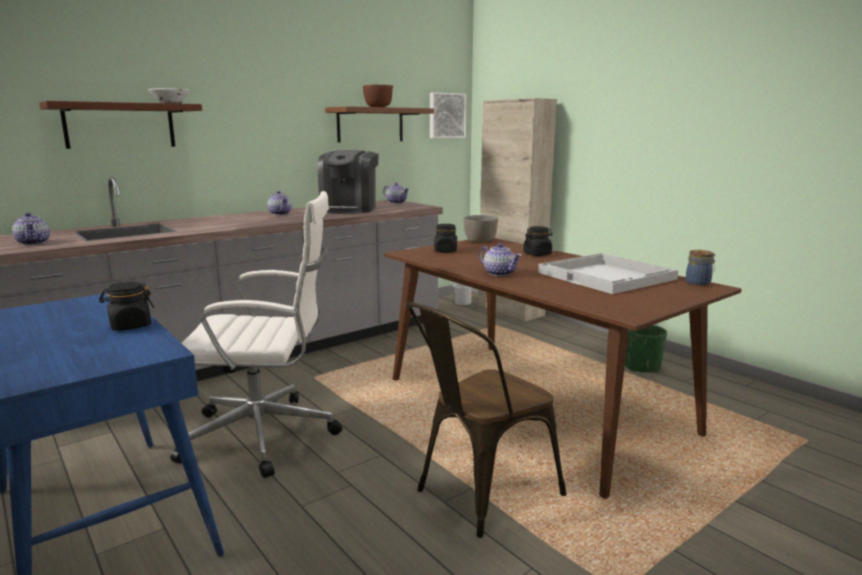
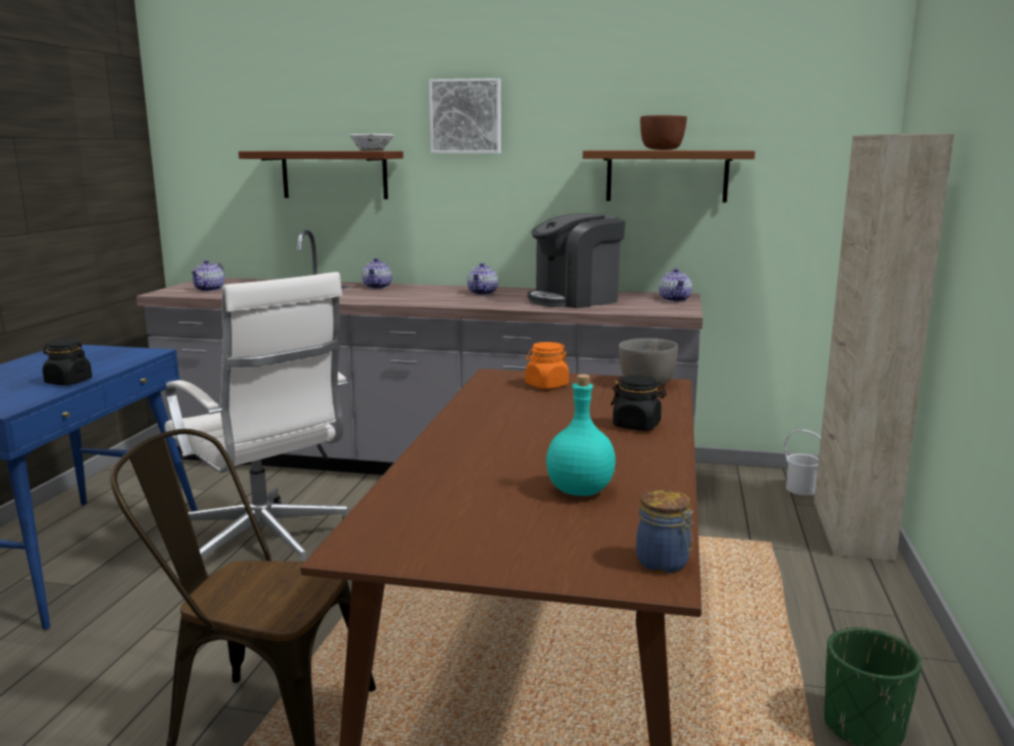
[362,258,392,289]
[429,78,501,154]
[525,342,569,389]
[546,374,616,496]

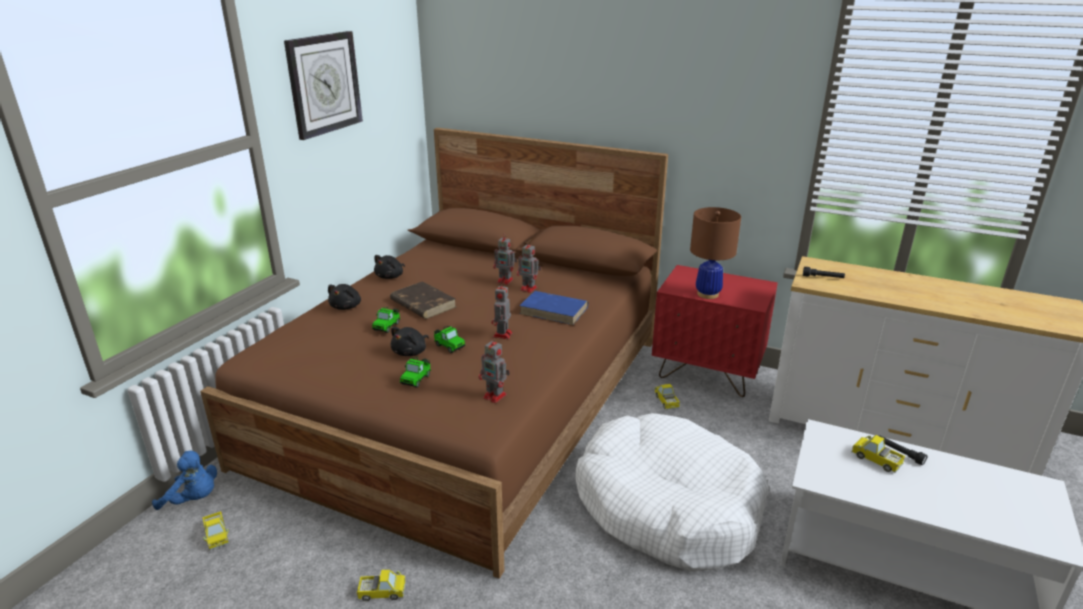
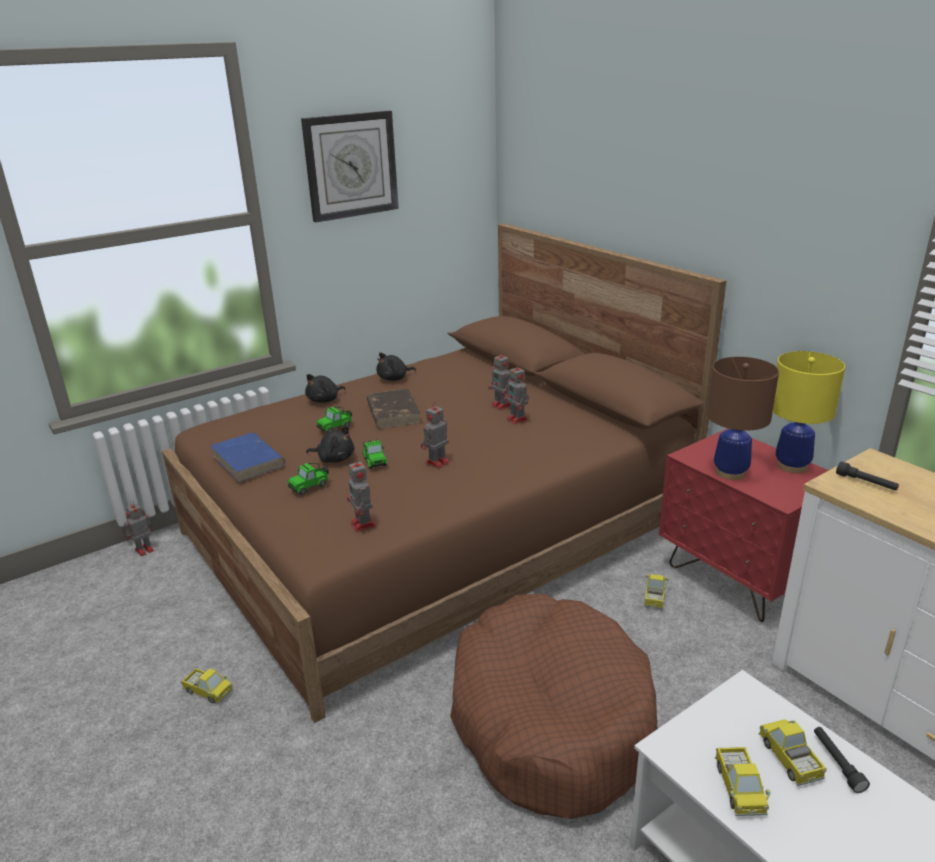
[124,500,154,556]
[210,433,285,482]
[306,426,355,463]
[450,594,657,819]
[715,747,770,816]
[773,351,845,473]

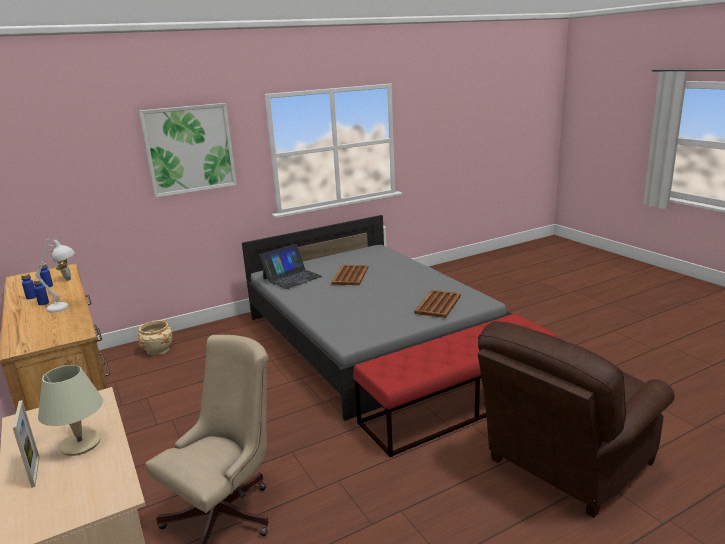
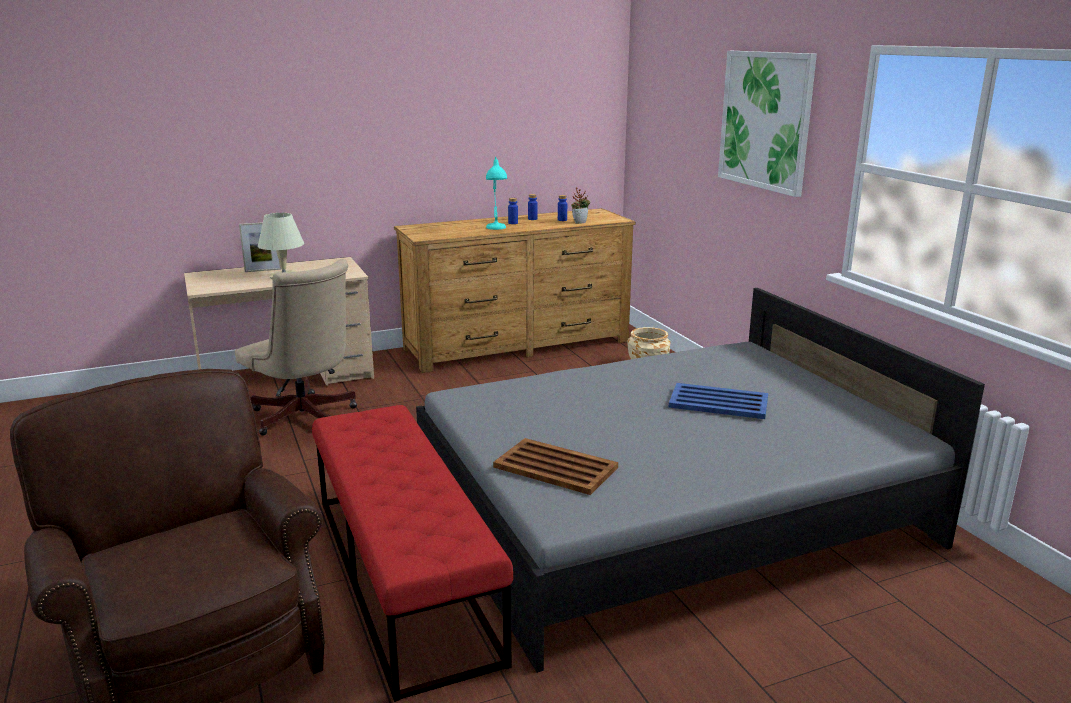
[486,157,507,230]
[669,383,768,419]
[259,244,322,289] (first image)

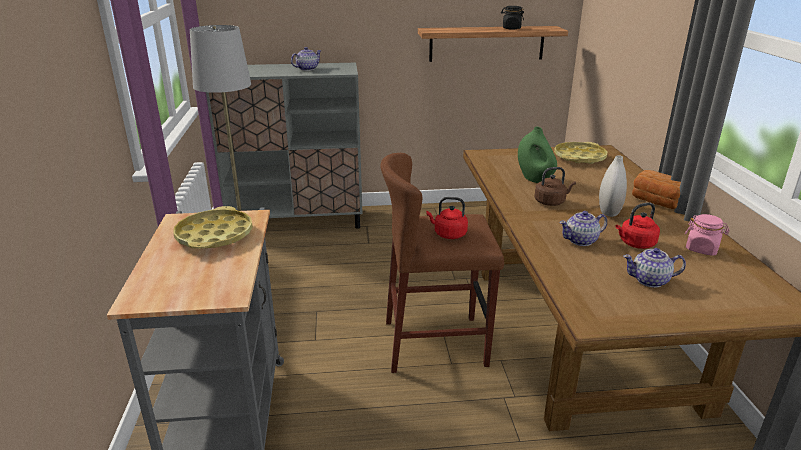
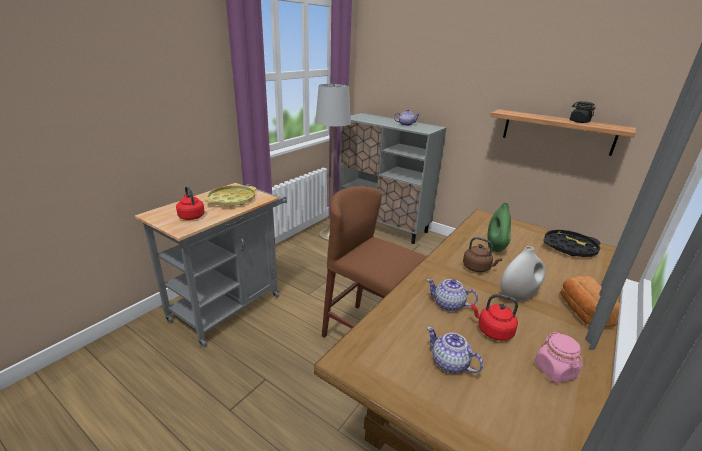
[176,186,205,220]
[543,230,600,257]

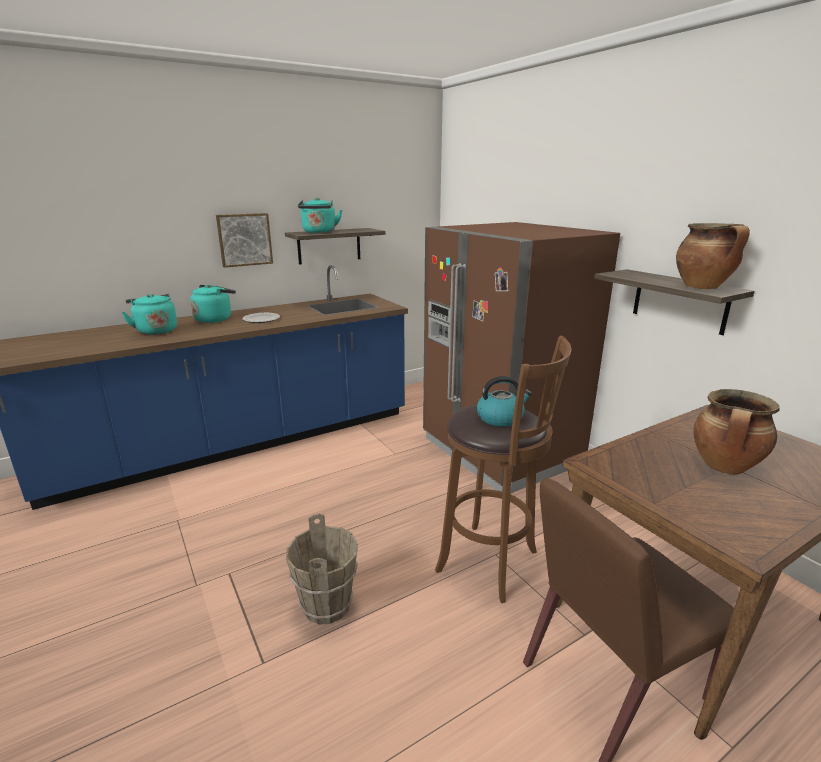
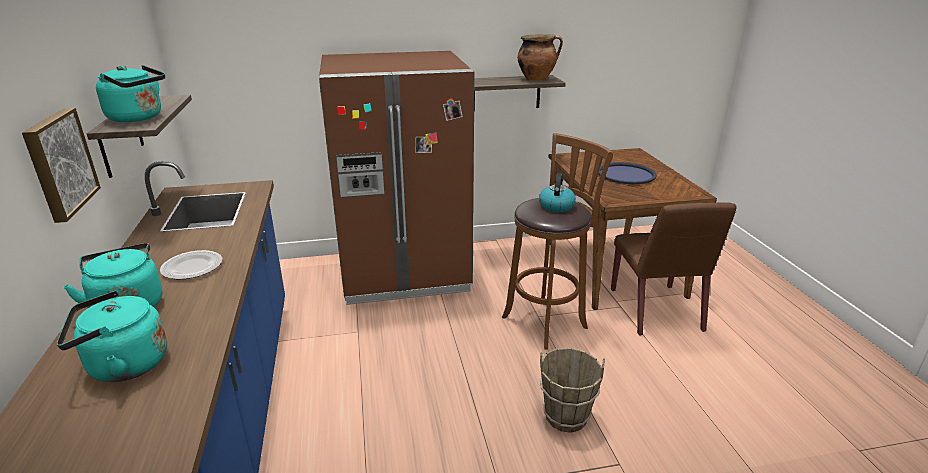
[598,162,657,184]

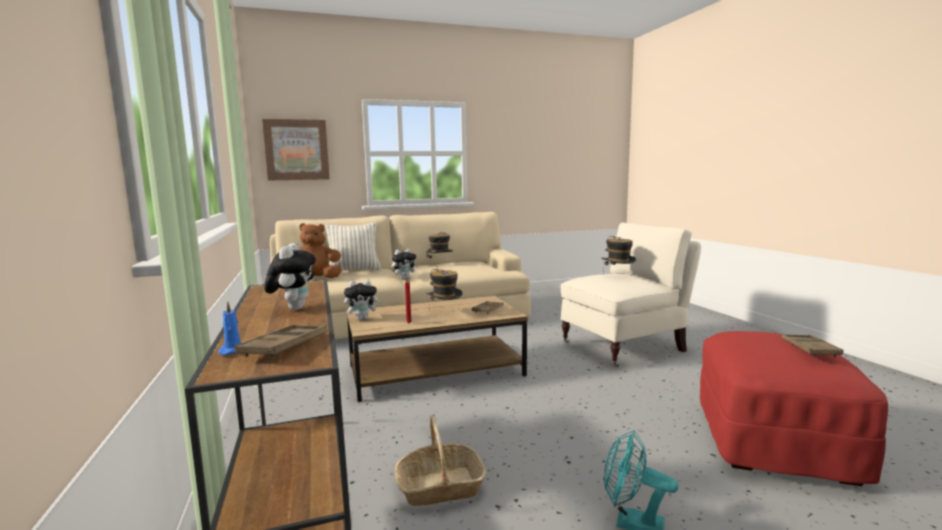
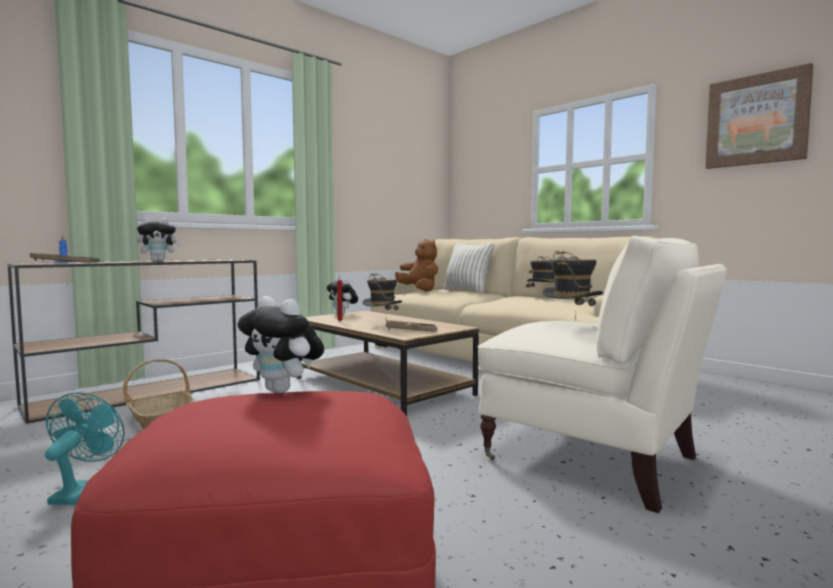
[238,296,324,393]
[705,63,813,169]
[782,334,843,357] (first image)

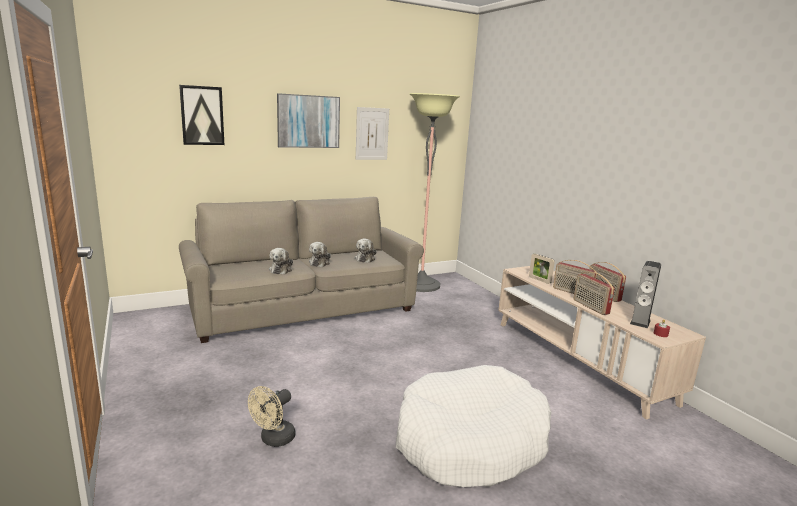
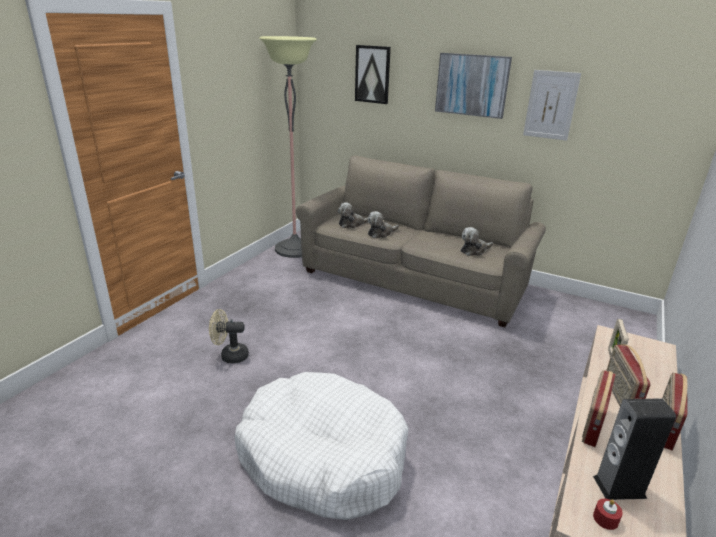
[259,36,317,258]
[338,202,368,228]

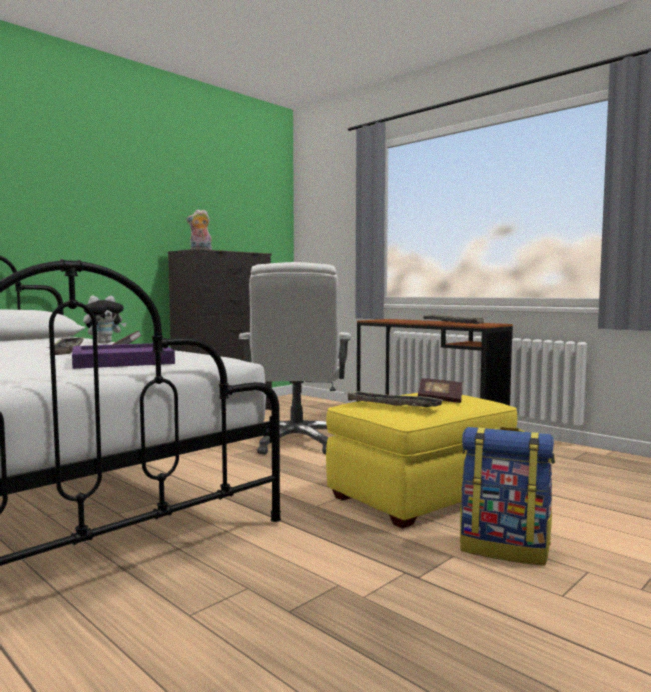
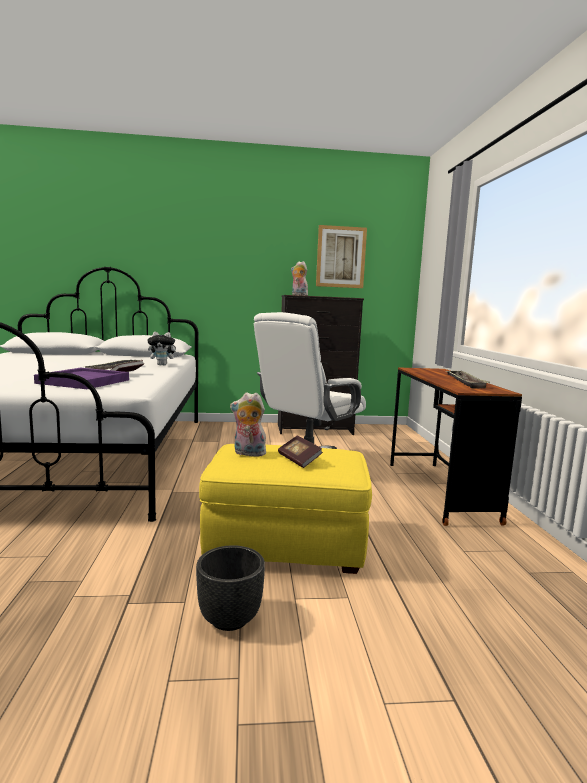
[196,545,265,631]
[230,392,269,457]
[316,225,367,288]

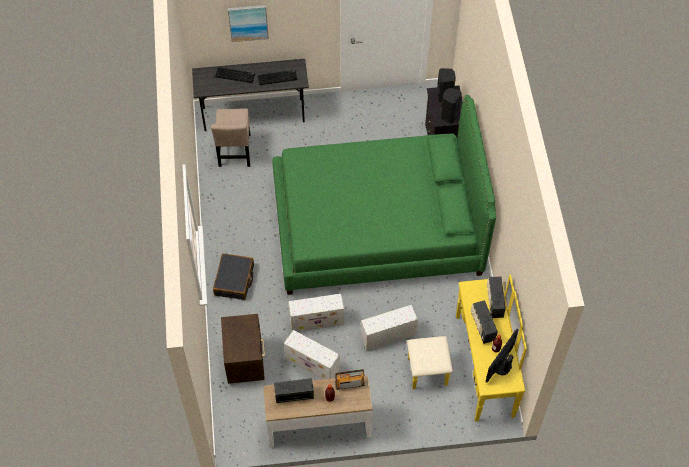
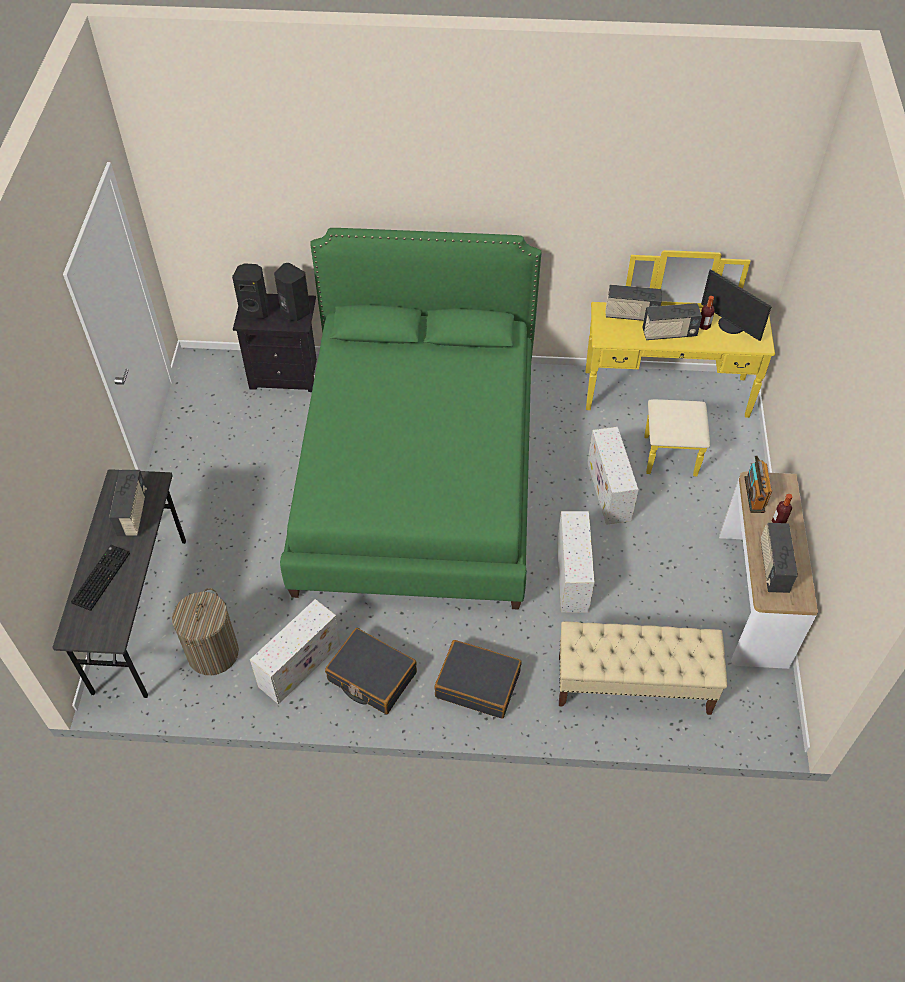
[109,470,147,536]
[172,588,239,675]
[250,599,341,704]
[325,628,417,714]
[559,621,727,715]
[228,5,269,42] (first image)

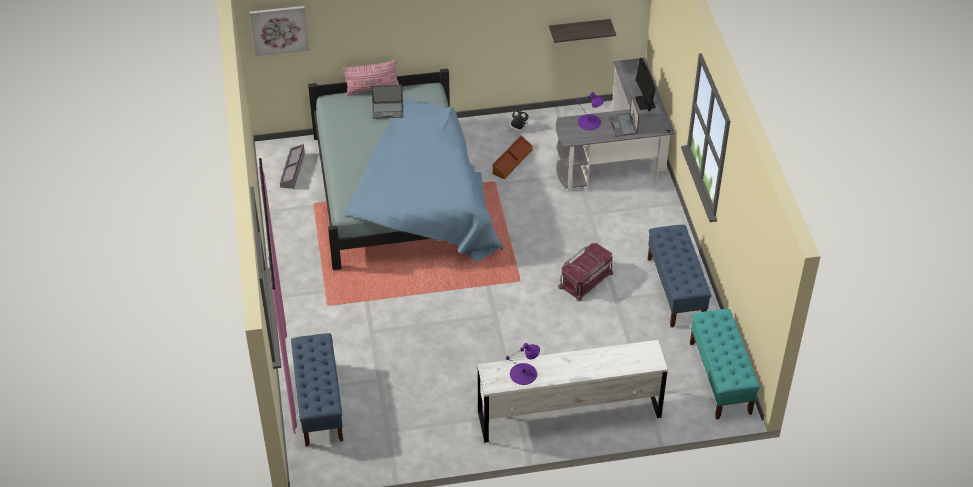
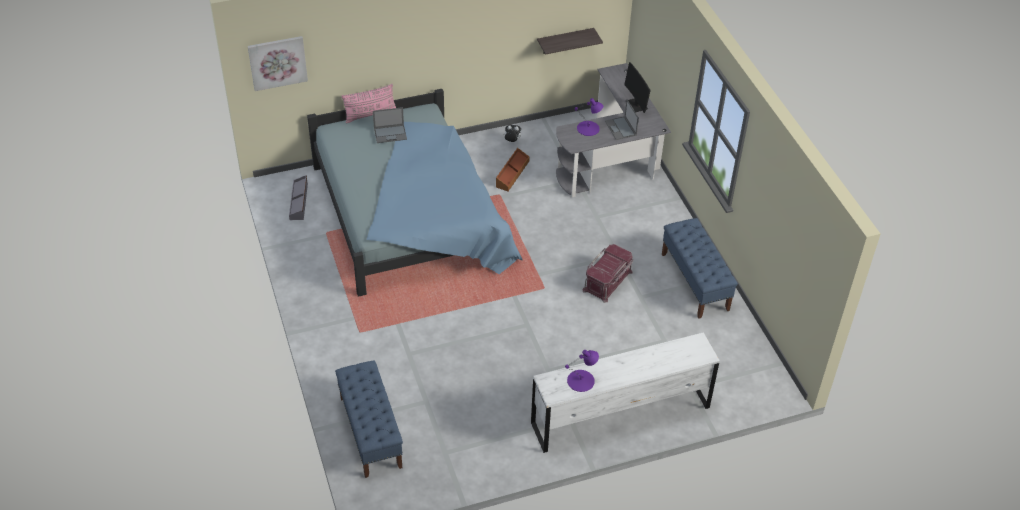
[690,309,760,420] (first image)

